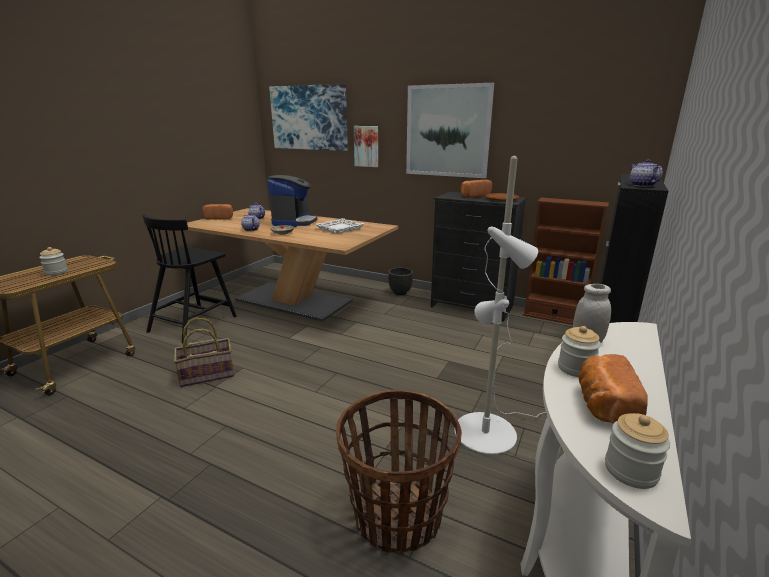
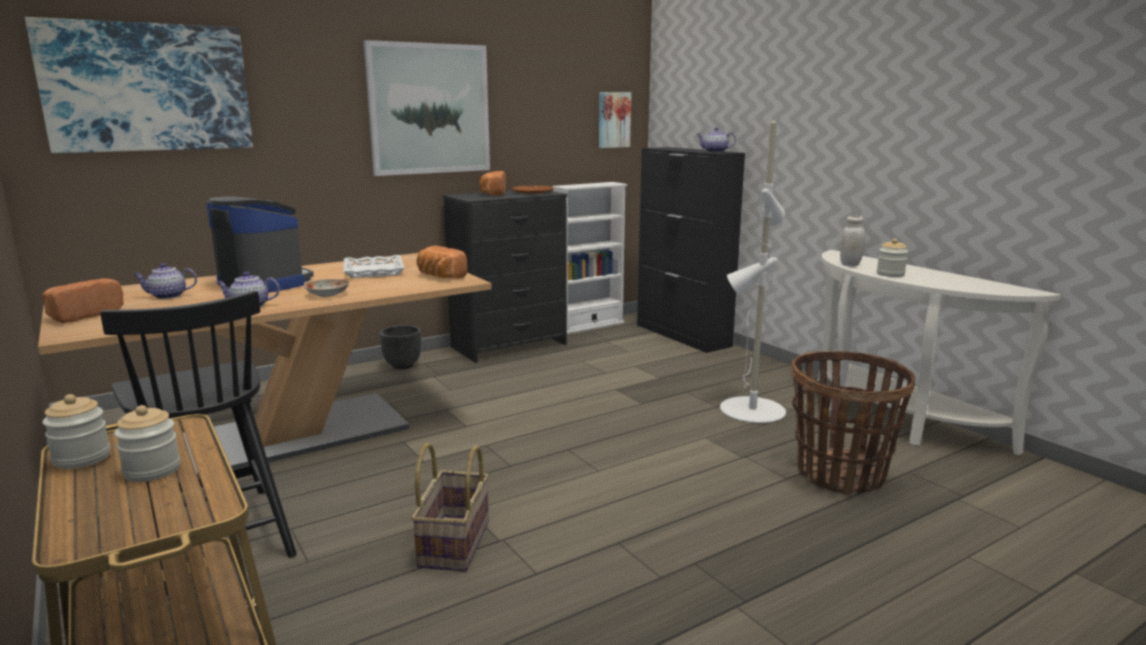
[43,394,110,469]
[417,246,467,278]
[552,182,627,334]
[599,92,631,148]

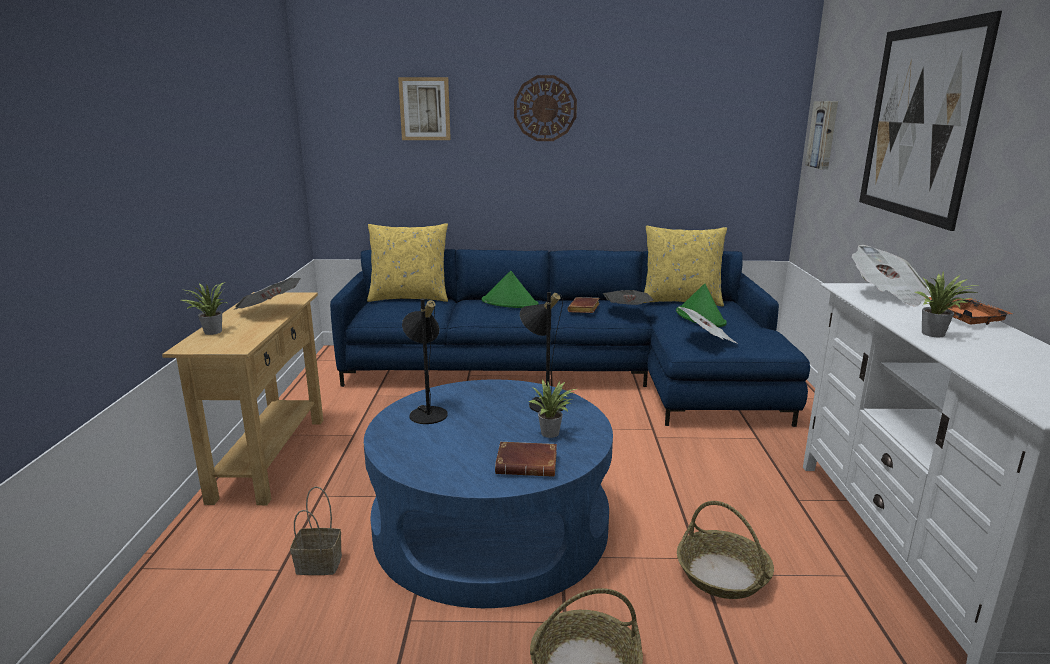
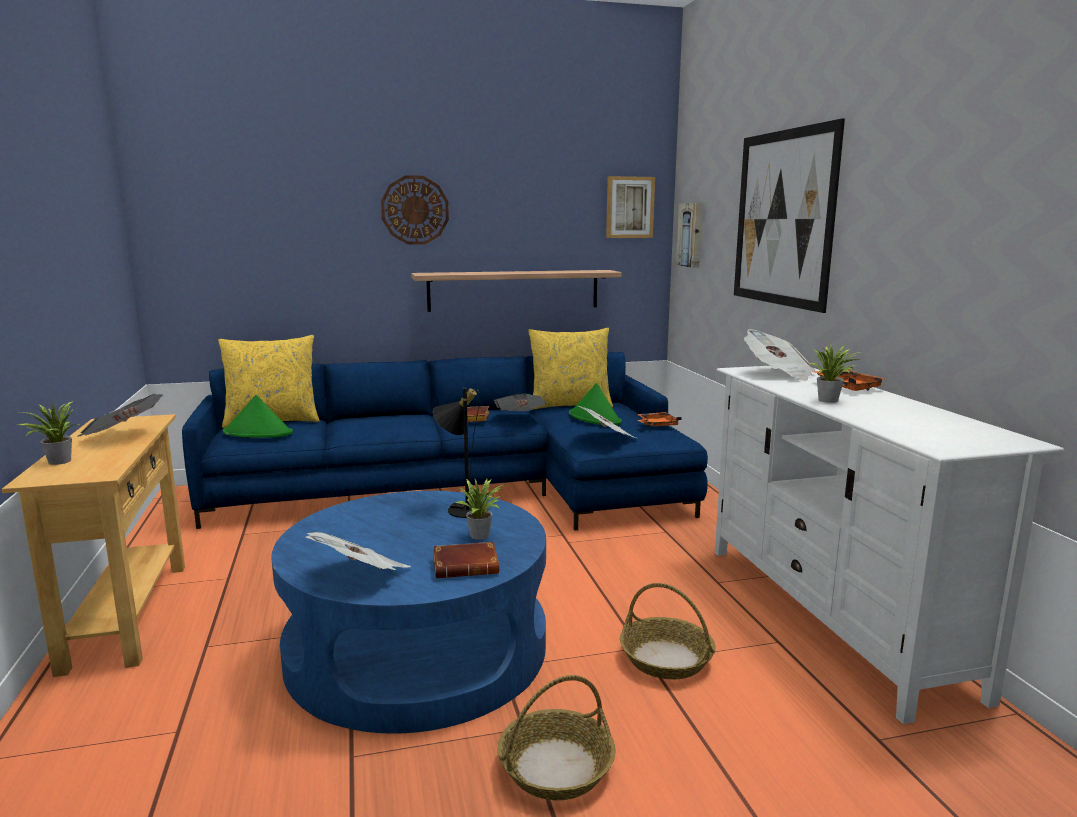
[223,395,293,438]
[306,532,411,570]
[411,270,622,312]
[606,176,655,238]
[637,412,682,427]
[290,487,342,575] (first image)
[402,299,448,424] (first image)

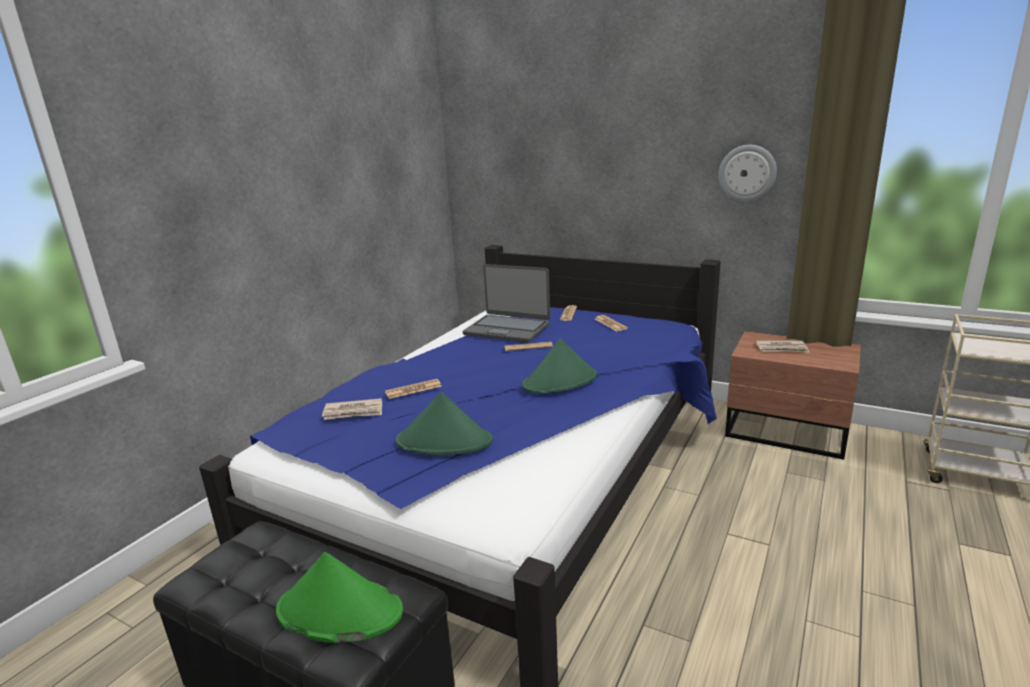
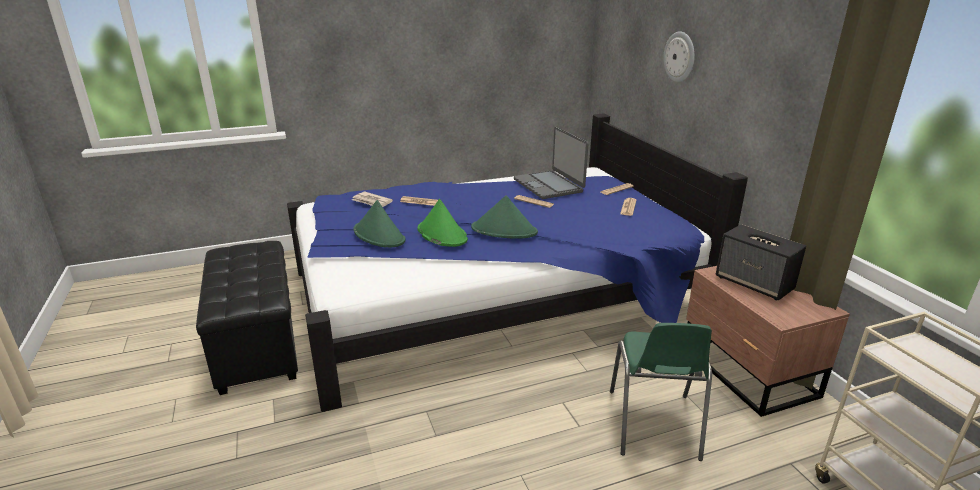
[418,199,468,247]
[610,323,712,461]
[663,31,695,82]
[716,224,806,300]

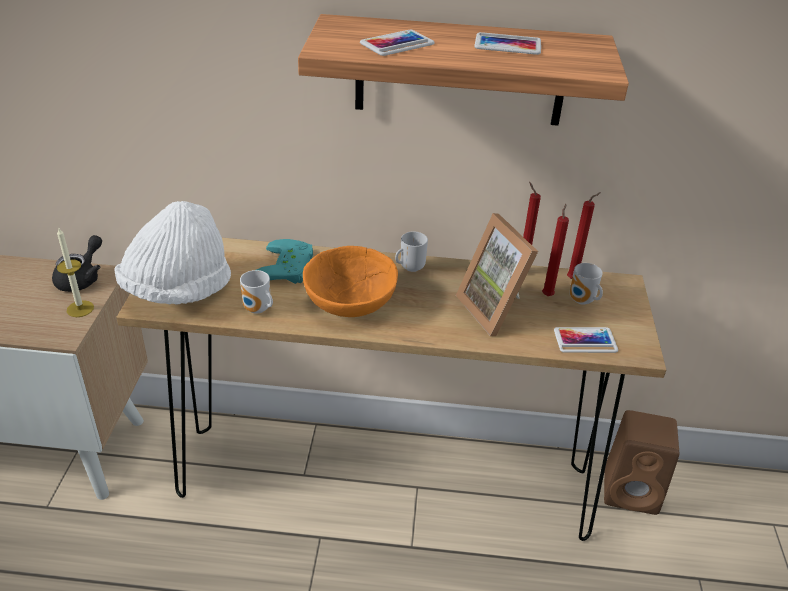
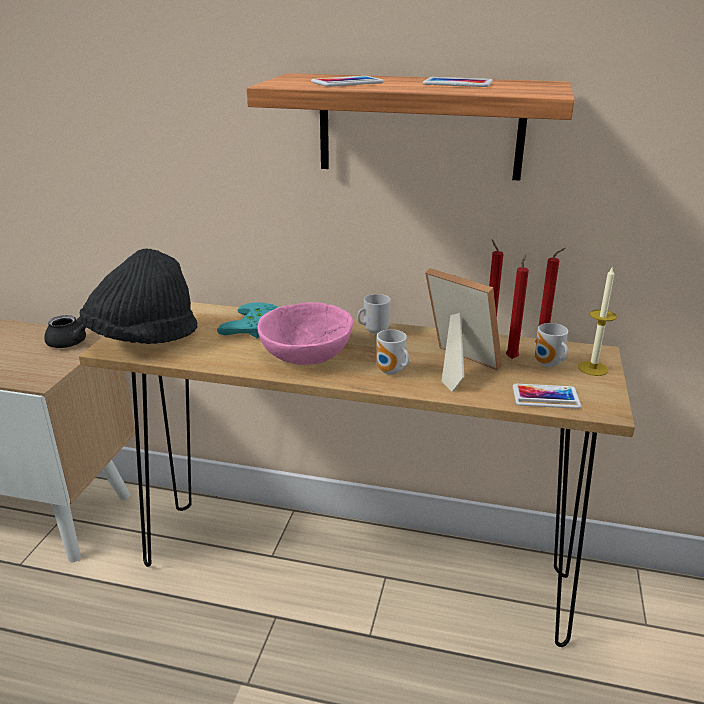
[80,248,198,344]
[257,302,353,365]
[377,329,409,375]
[425,268,502,392]
[578,266,617,376]
[604,410,679,515] (first image)

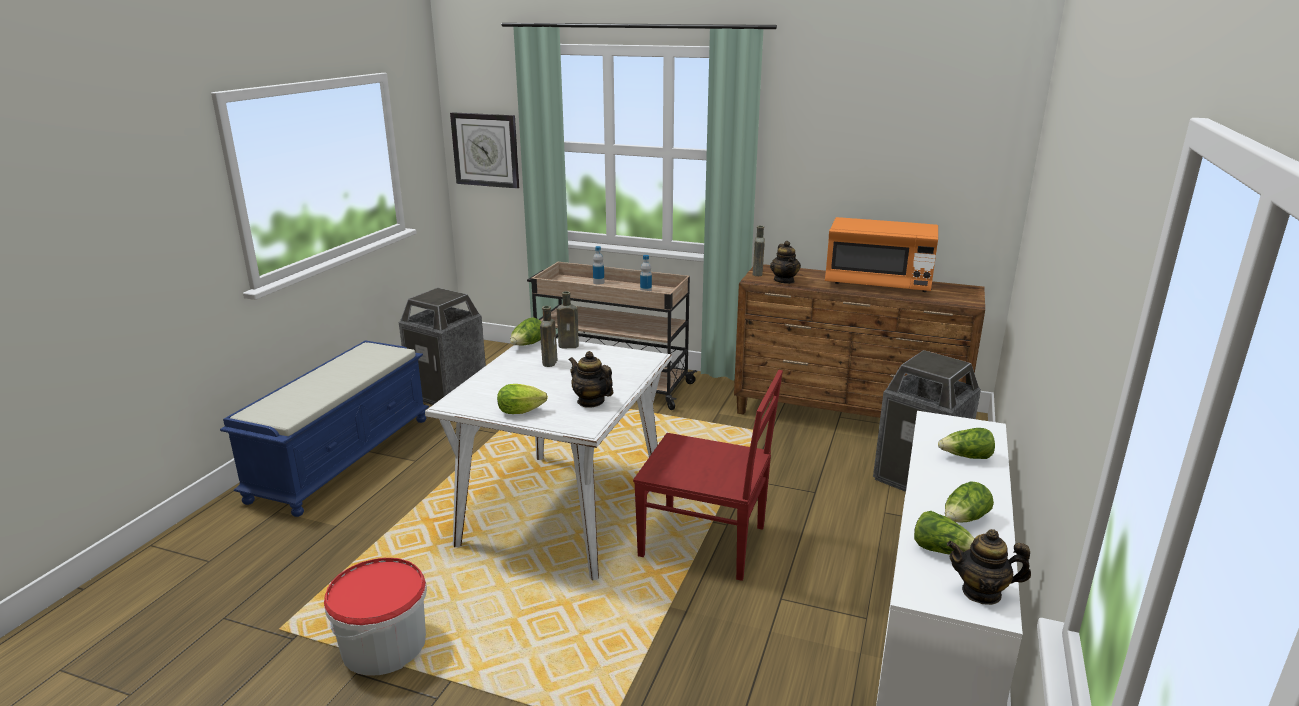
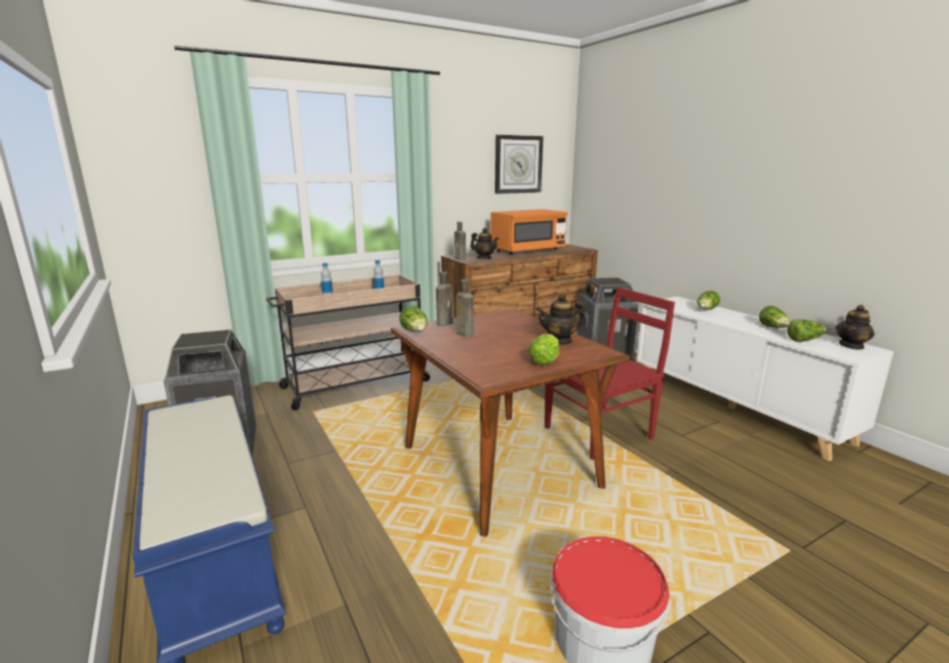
[391,308,630,537]
[495,135,543,194]

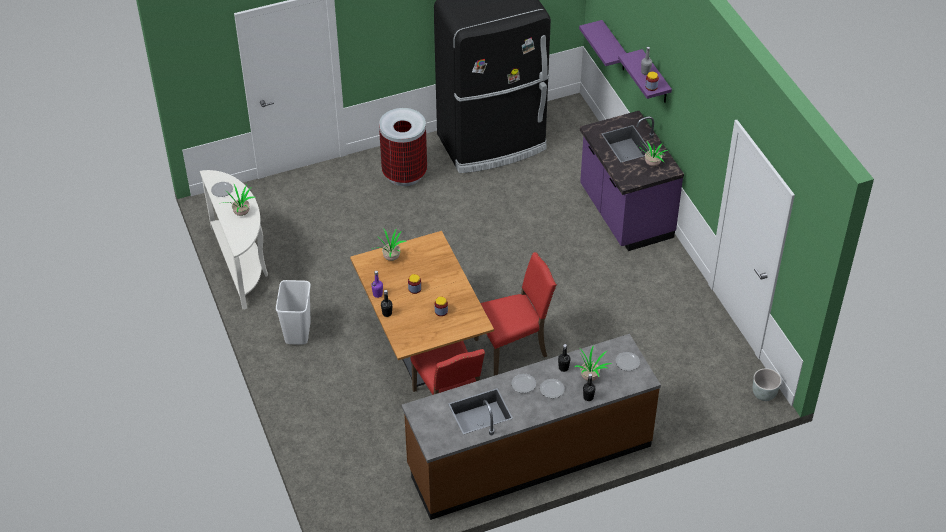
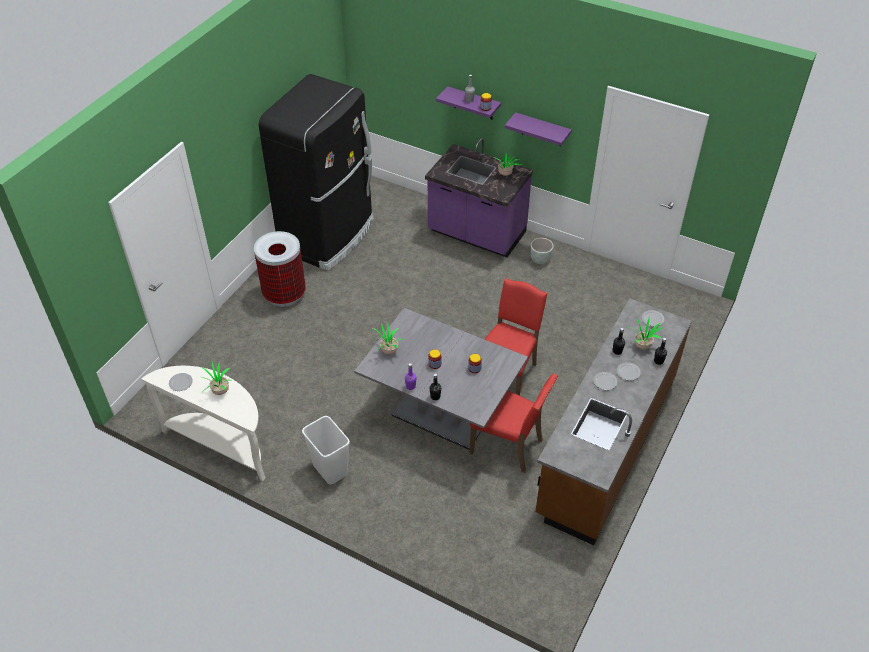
[354,308,528,450]
[505,112,572,146]
[531,238,553,264]

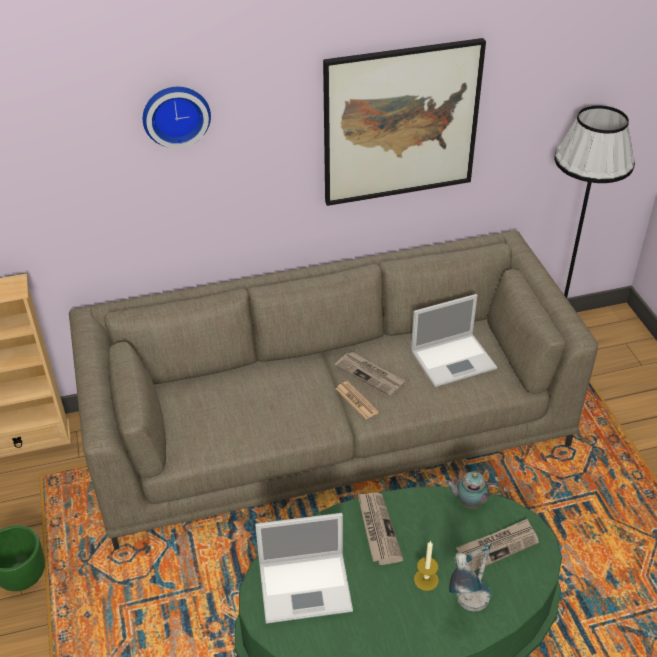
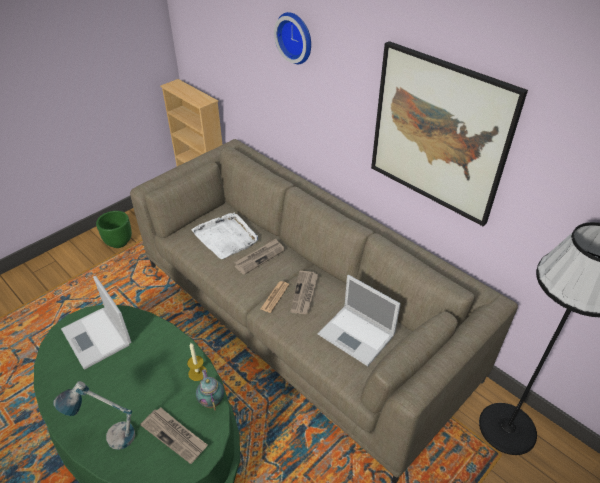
[187,343,207,381]
[191,212,258,259]
[234,239,285,275]

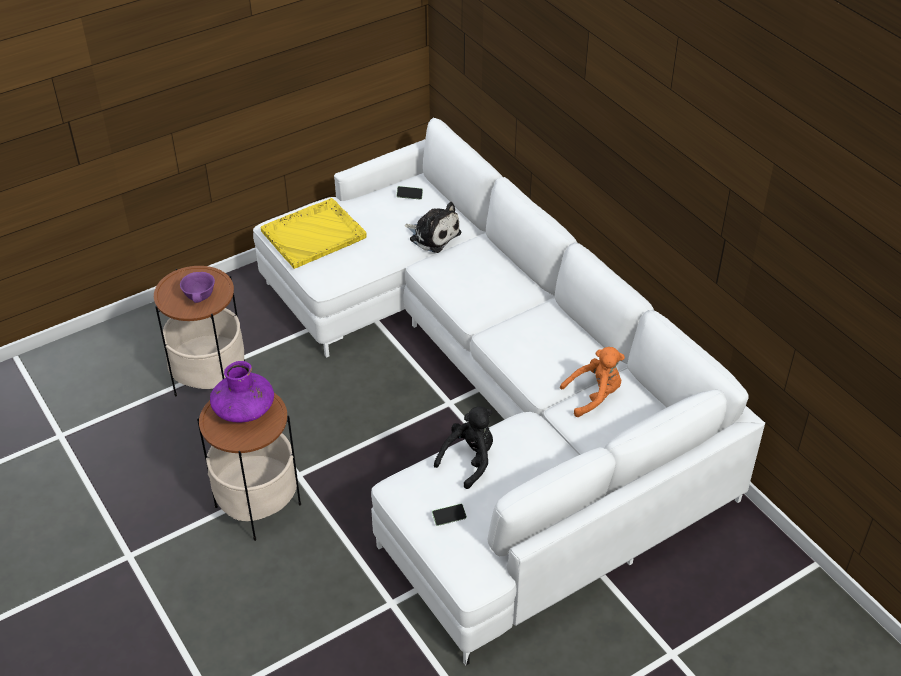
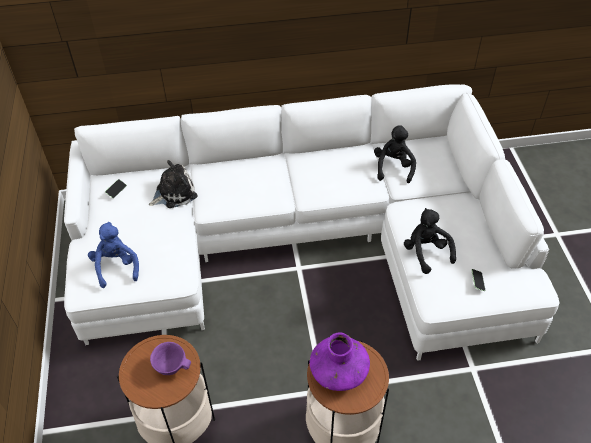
[88,222,139,288]
[374,125,416,183]

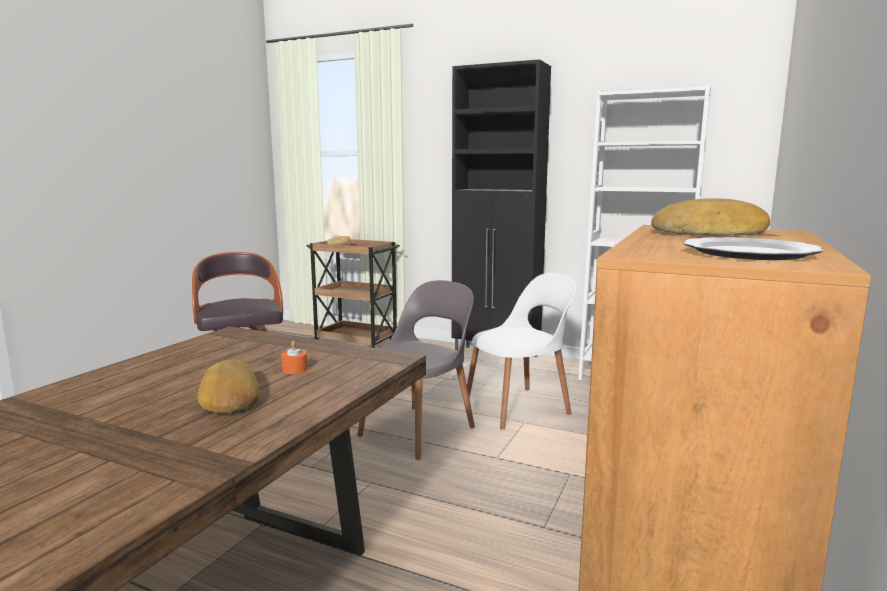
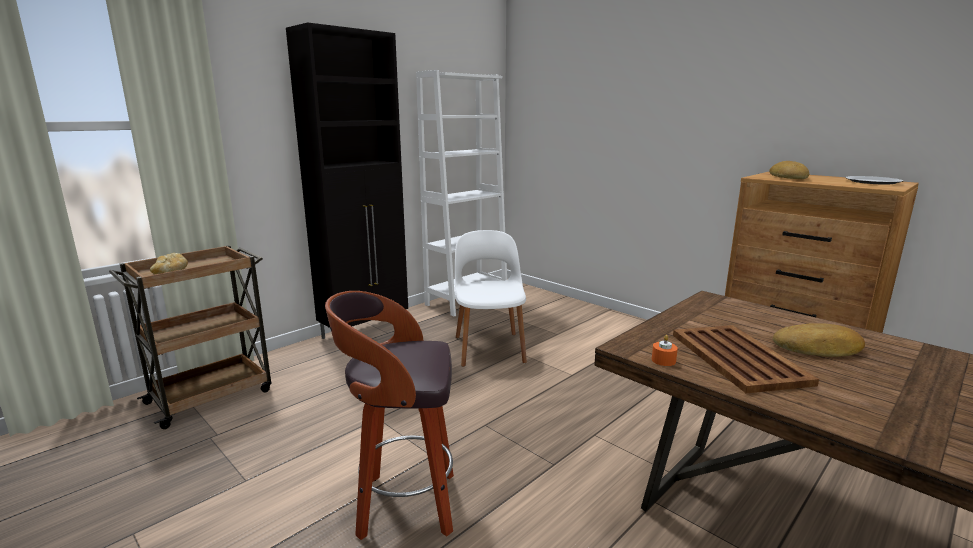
[652,335,678,366]
[673,325,819,393]
[357,280,475,460] (first image)

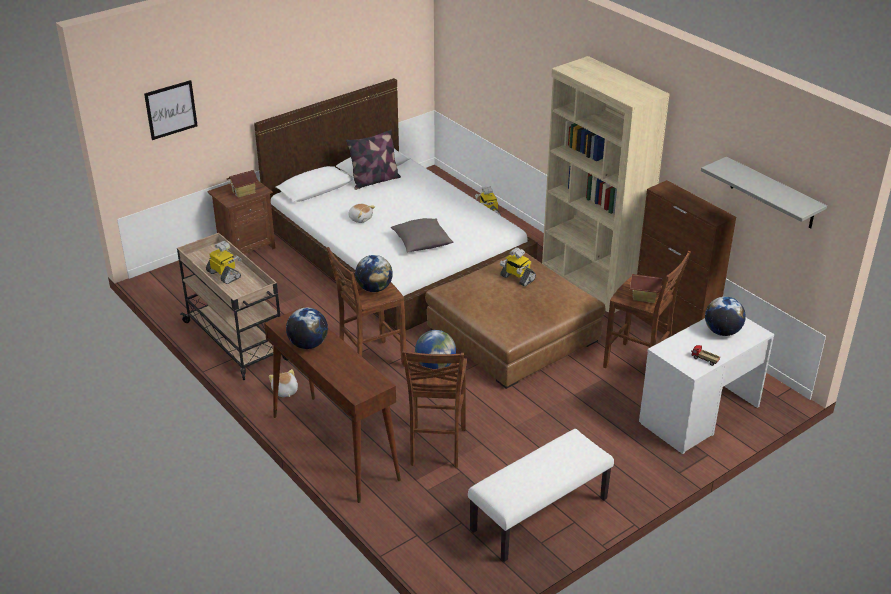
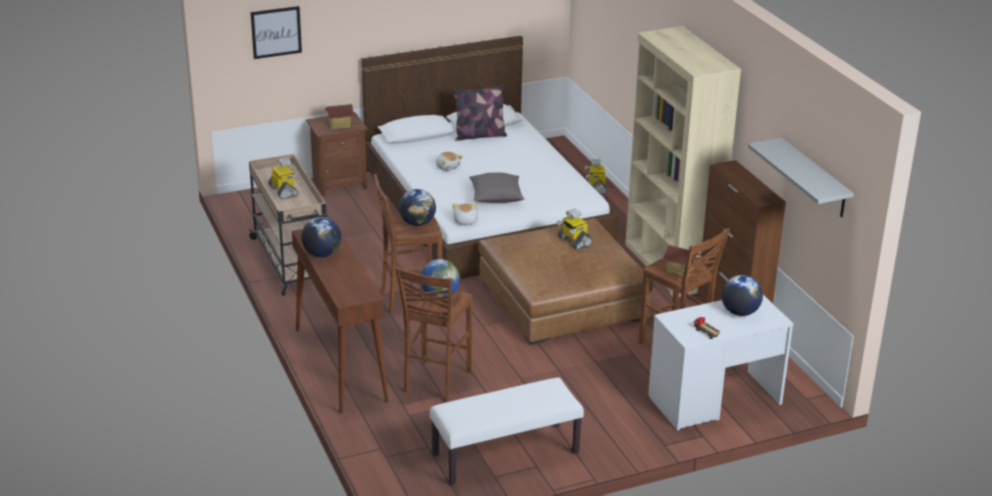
[452,203,478,226]

